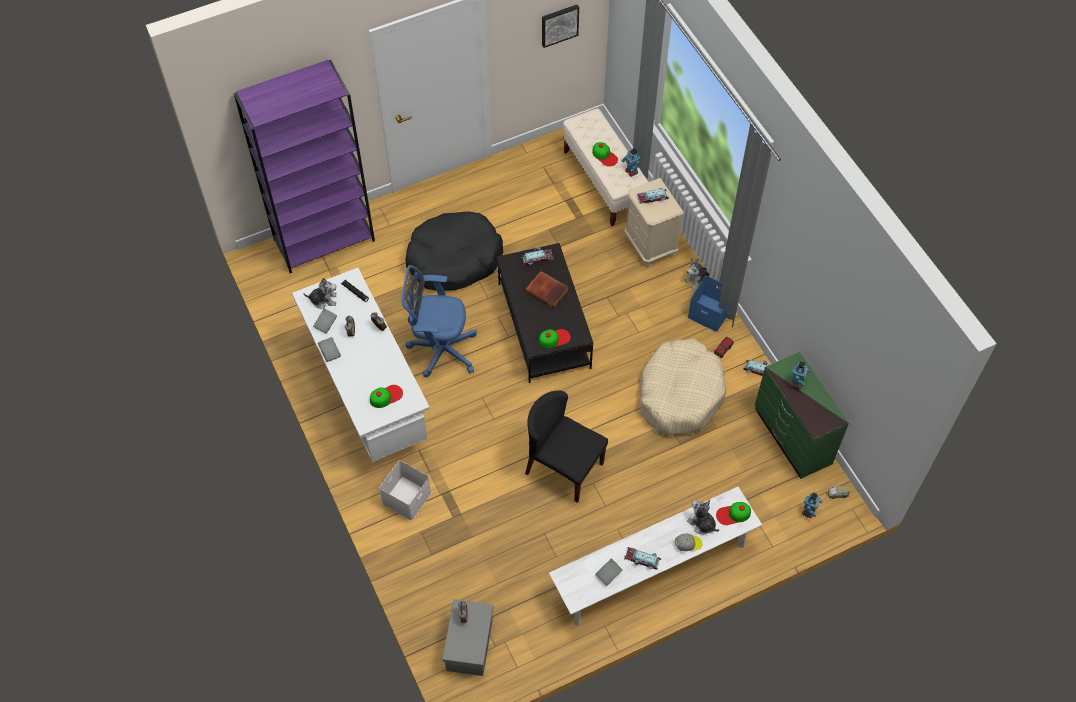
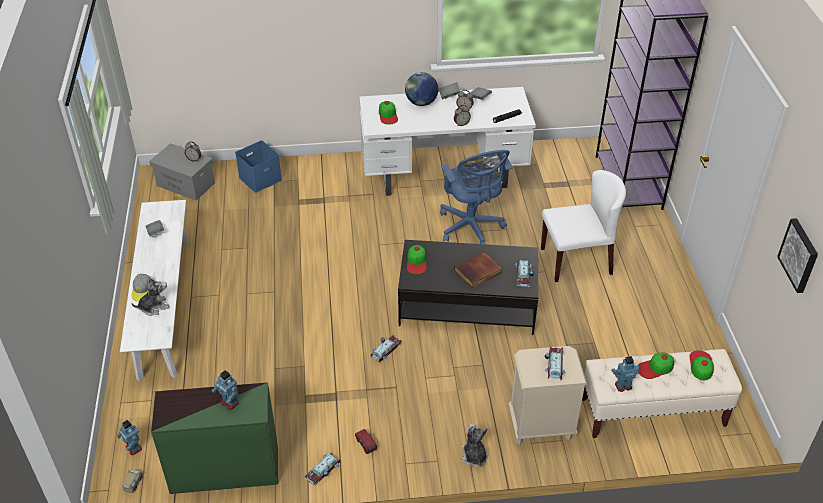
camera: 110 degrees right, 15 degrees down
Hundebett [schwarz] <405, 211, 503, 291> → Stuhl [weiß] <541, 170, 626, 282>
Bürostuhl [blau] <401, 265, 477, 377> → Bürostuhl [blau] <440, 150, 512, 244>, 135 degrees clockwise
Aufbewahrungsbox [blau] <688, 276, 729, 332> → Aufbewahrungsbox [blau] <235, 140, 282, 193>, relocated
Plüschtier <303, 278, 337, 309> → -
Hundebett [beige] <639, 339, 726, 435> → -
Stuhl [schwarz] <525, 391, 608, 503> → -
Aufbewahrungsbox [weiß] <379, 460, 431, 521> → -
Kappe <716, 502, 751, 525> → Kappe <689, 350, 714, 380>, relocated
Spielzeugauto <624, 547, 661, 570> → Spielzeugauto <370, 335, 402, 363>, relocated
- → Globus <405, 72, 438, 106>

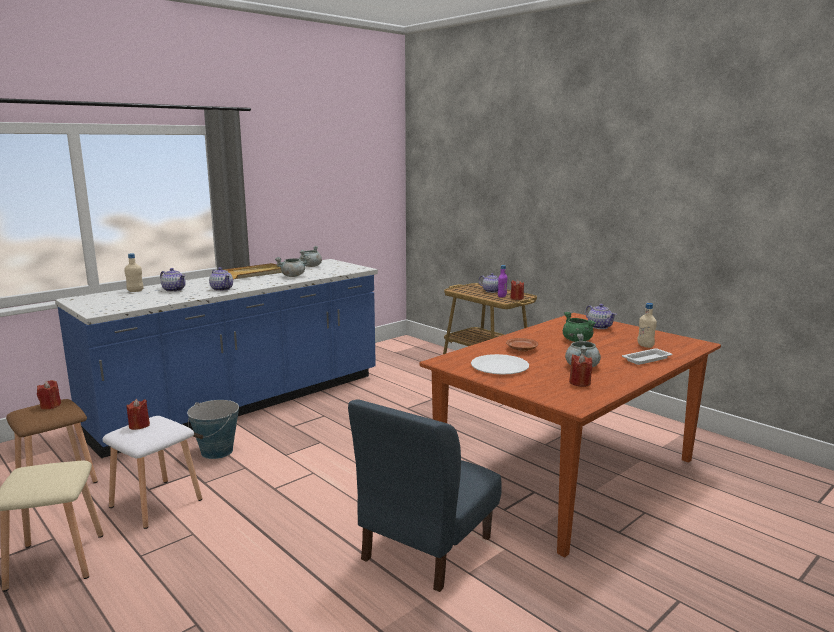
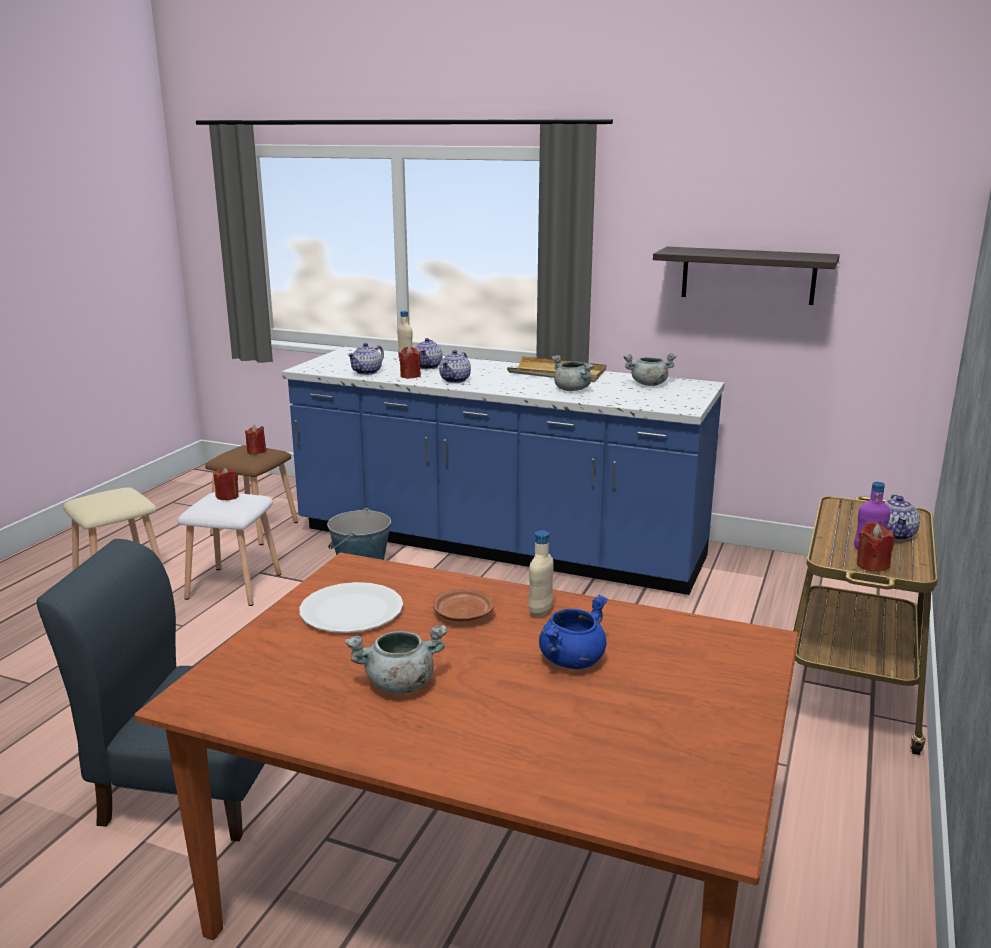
camera: 65 degrees right, 5 degrees up
Flasche [beige] <637, 303, 657, 348> → Flasche [beige] <529, 531, 554, 617>, relocated
Teekanne <585, 304, 617, 329> → Teekanne <348, 343, 384, 375>, relocated
Kochtopf [grün] <563, 312, 597, 342> → Kochtopf [blau] <539, 595, 608, 669>
Tablett [weiß] <622, 348, 672, 365> → -
Kerze [rot] <569, 354, 592, 387> → Kerze [rot] <399, 346, 421, 378>, relocated
- → Wandregal <653, 247, 840, 305>

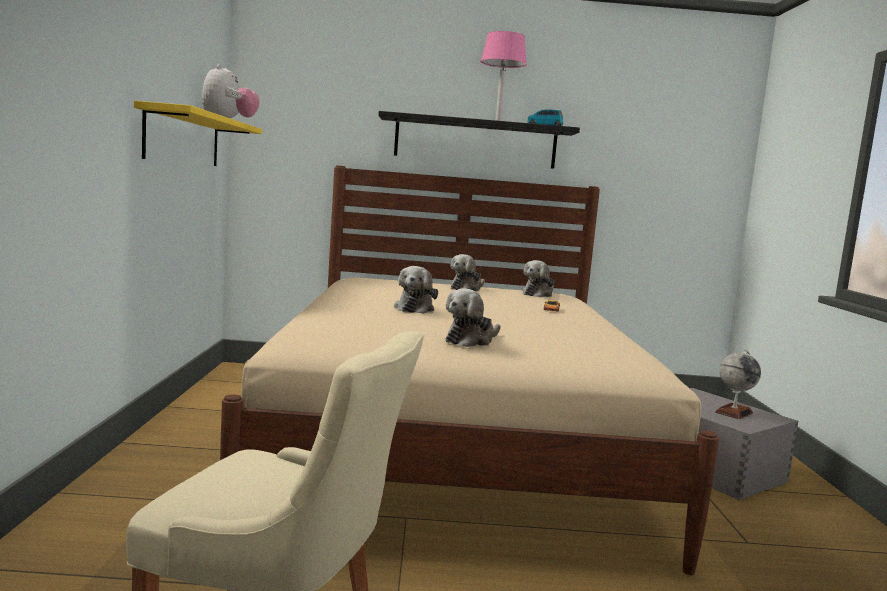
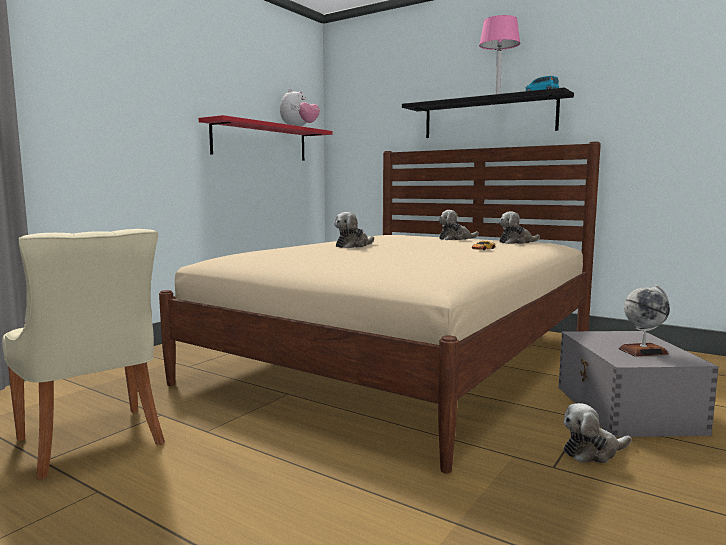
camera: 35 degrees right, 0 degrees up
Wandregal [gelb] <134, 101, 262, 166> → Wandregal [rot] <199, 115, 332, 161>
Plüschtier <445, 288, 501, 347> → Plüschtier <564, 403, 631, 463>, relocated

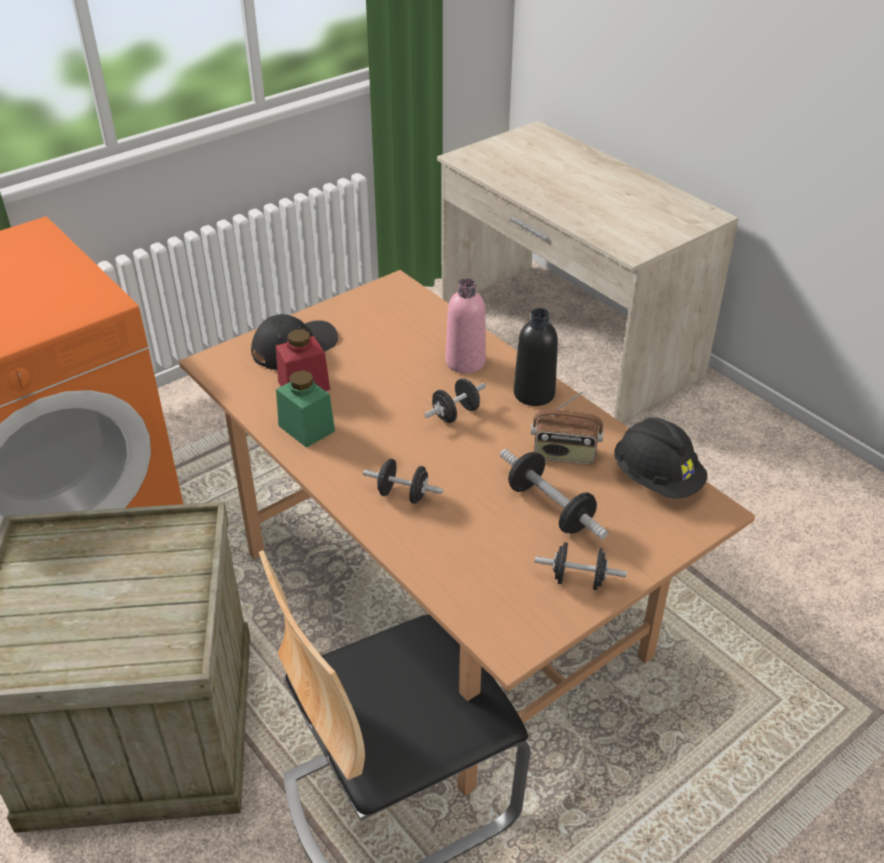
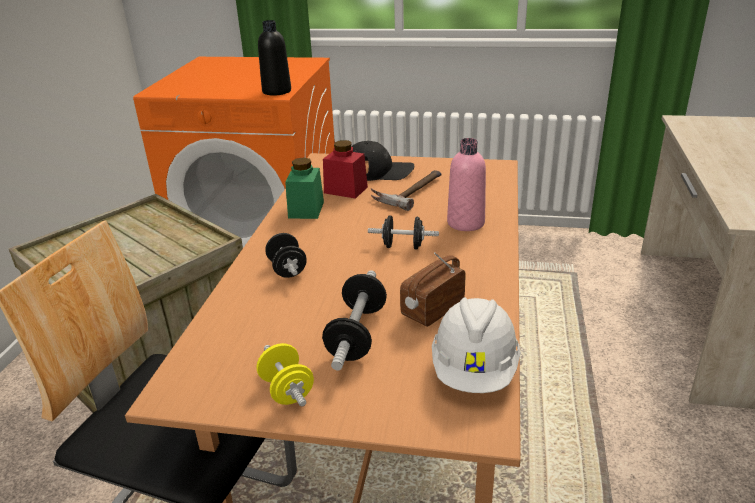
camera: 50 degrees right, 10 degrees down
Flasche [schwarz] <514, 308, 558, 406> → Flasche [schwarz] <258, 20, 291, 96>, relocated
Radio <531, 391, 604, 465> → Radio <400, 252, 465, 327>, 75 degrees clockwise
Schutzhelm [schwarz] <615, 417, 707, 498> → Schutzhelm [weiß] <432, 297, 521, 393>
Hantel [schwarz] <535, 542, 627, 590> → Hantel [gelb] <257, 343, 314, 406>
- → Hammer <371, 170, 442, 211>

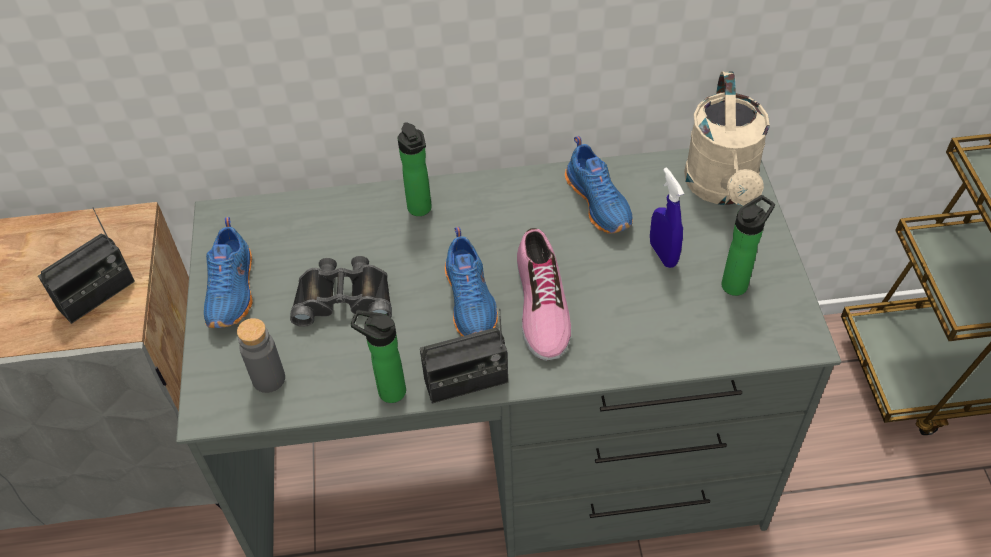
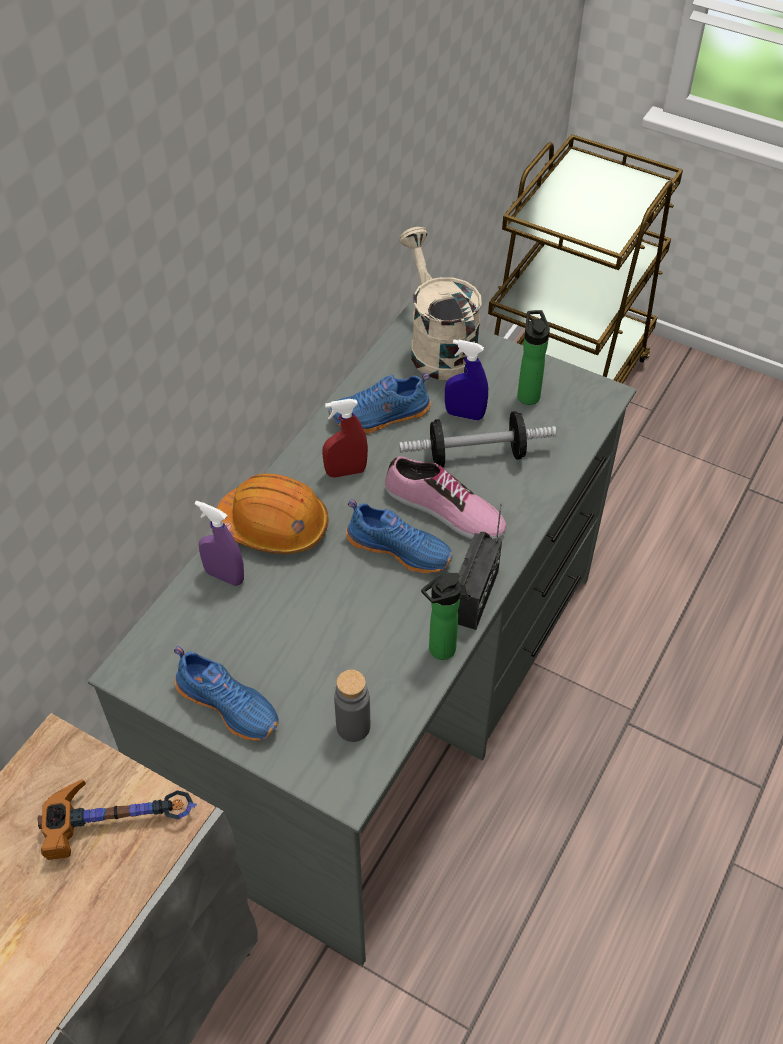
camera: 55 degrees left, 0 degrees up
Gießkanne [beige] <684, 71, 770, 206> → Gießkanne [beige] <399, 227, 482, 380>, 150 degrees counterclockwise
Flasche <398, 122, 432, 216> → Schutzhelm [orange] <217, 474, 329, 554>
Schuh [blau] <565, 136, 633, 234> → Schuh [blau] <328, 373, 431, 433>, 150 degrees clockwise
Radio <38, 208, 135, 324> → Hammer <38, 779, 197, 860>
Fernglas [schwarz] <290, 256, 392, 327> → -
- → Sprühflasche [rot] <322, 399, 368, 478>
- → Hantel <399, 411, 557, 468>
- → Sprühflasche [lila] <195, 501, 244, 586>

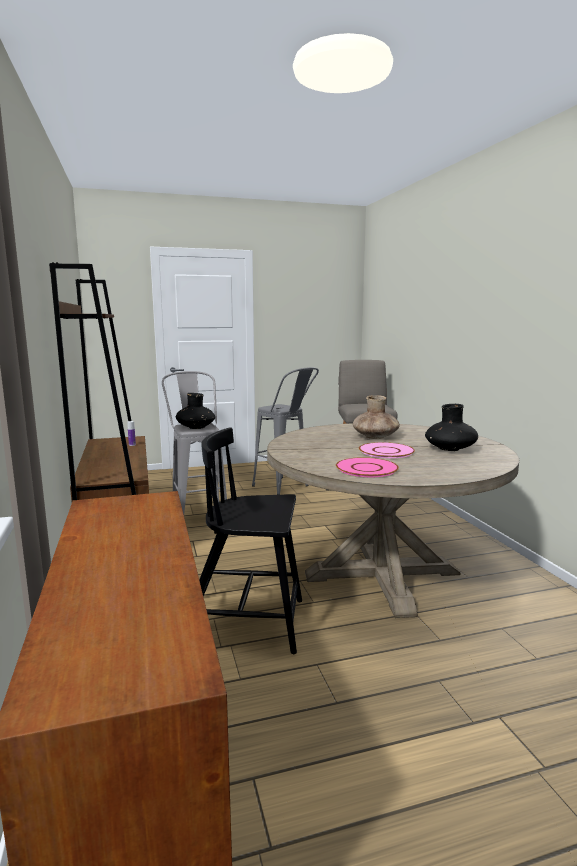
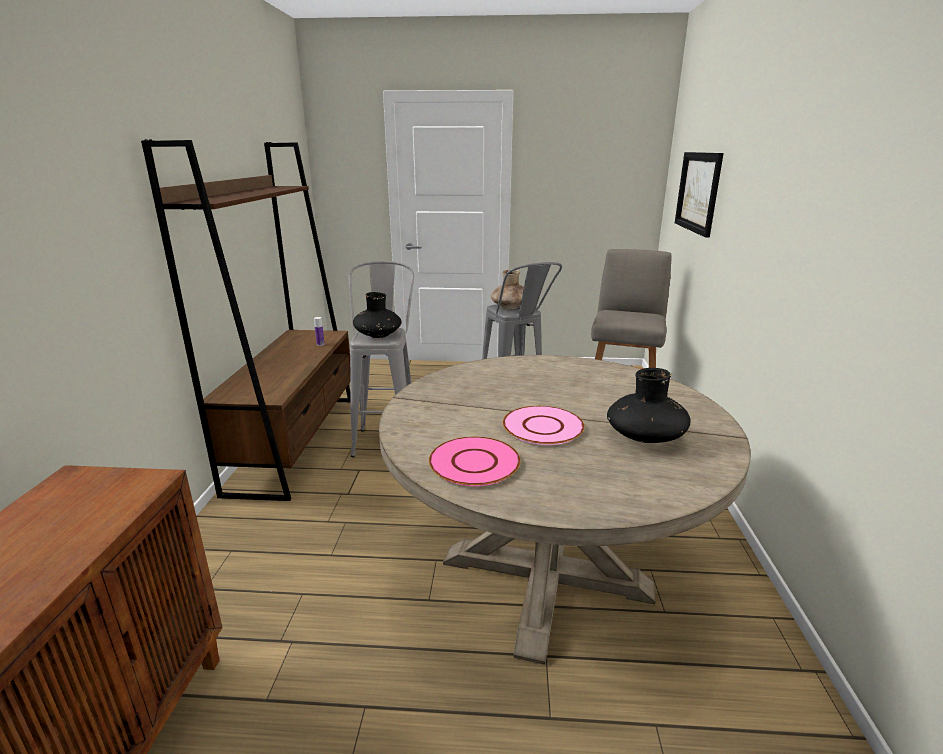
camera: 20 degrees right, 10 degrees up
Vase [braun] <353, 395, 400, 439> → Vase [braun] <491, 269, 524, 309>, relocated
Stuhl [schwarz] <199, 428, 302, 654> → -
- → Bild <675, 152, 724, 238>

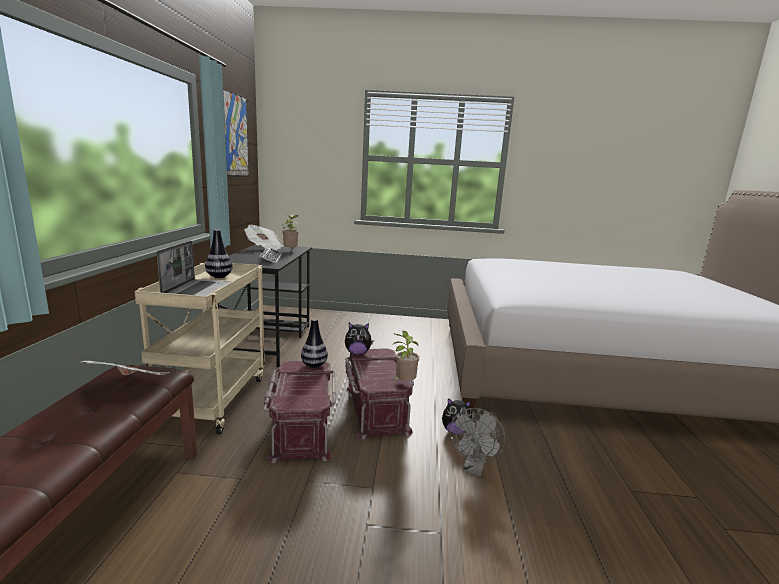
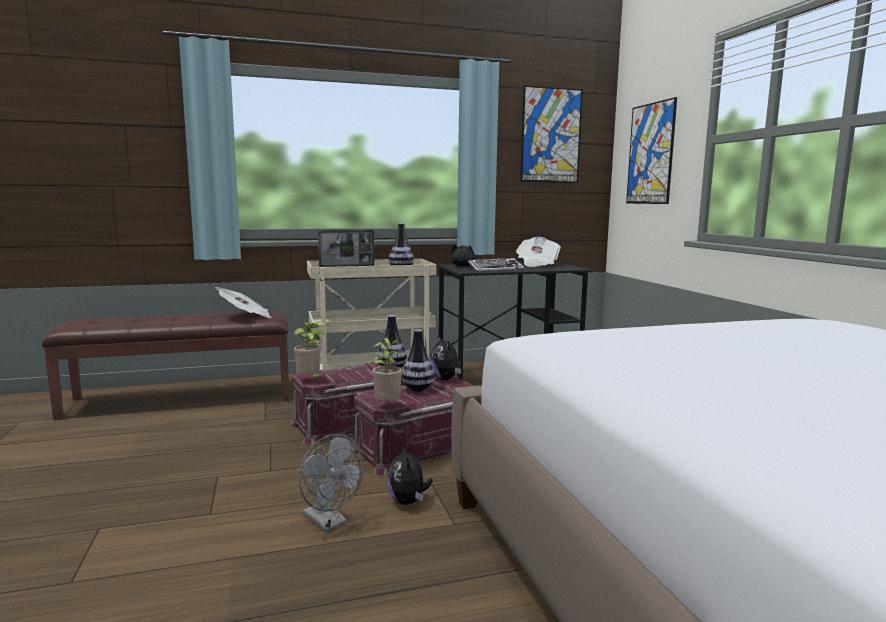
camera: 70 degrees right, 5 degrees down
Topfpflanze <282, 215, 299, 249> → Topfpflanze <294, 322, 326, 377>, relocated
Ventilator [grau] <449, 408, 505, 476> → Ventilator [grau] <299, 434, 363, 532>, 135 degrees counterclockwise
- → Bild <626, 97, 677, 204>
- → Plüschtier [schwarz] <451, 244, 477, 266>
- → Vase <402, 329, 435, 392>

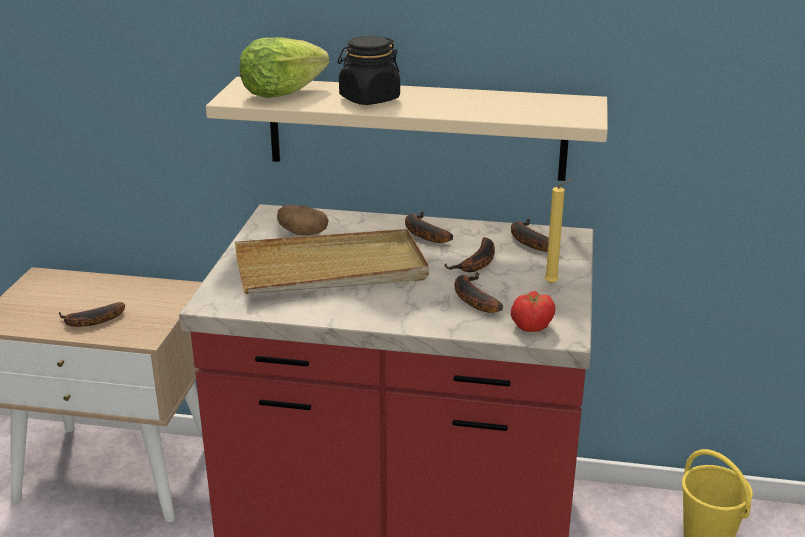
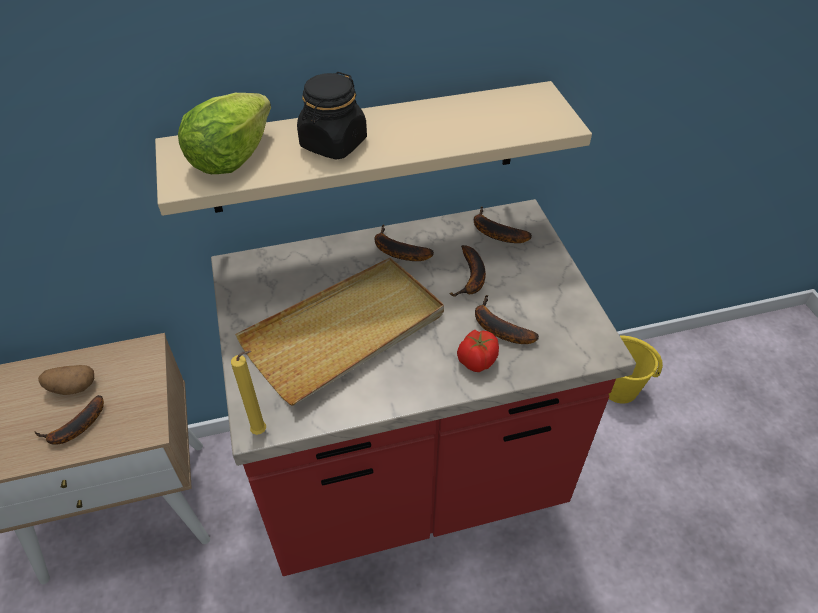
camera: 25 degrees left, 20 degrees up
Kerze [gelb] <544, 180, 572, 284> → Kerze [gelb] <231, 351, 266, 435>, relocated
Kartoffel <277, 205, 329, 235> → Kartoffel <38, 365, 94, 395>, relocated
Tomate <511, 291, 556, 332> → Tomate <457, 330, 499, 372>, relocated

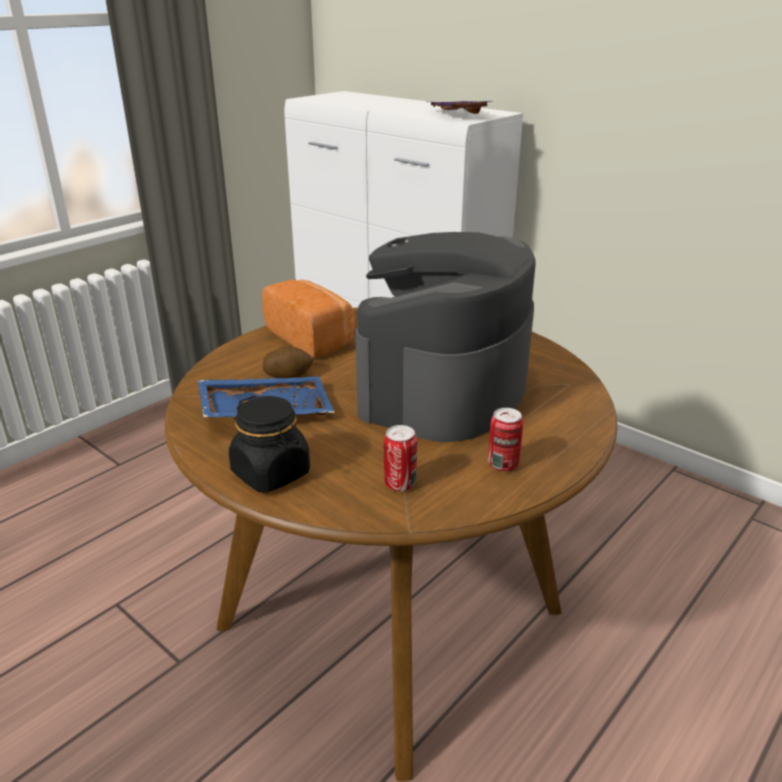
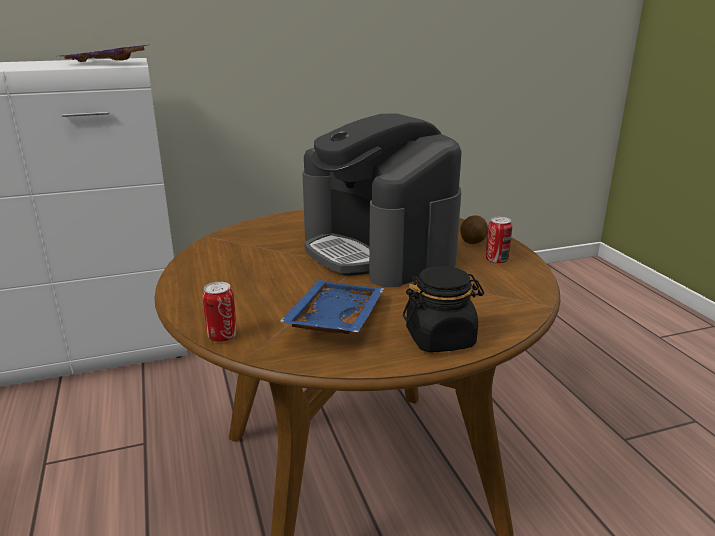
camera: 60 degrees left, 5 degrees down
Brot <262, 279, 355, 358> → -
Kartoffel <263, 346, 313, 378> → Kartoffel <460, 215, 488, 244>, relocated
Dose <384, 425, 417, 491> → Dose <203, 282, 236, 342>, relocated

